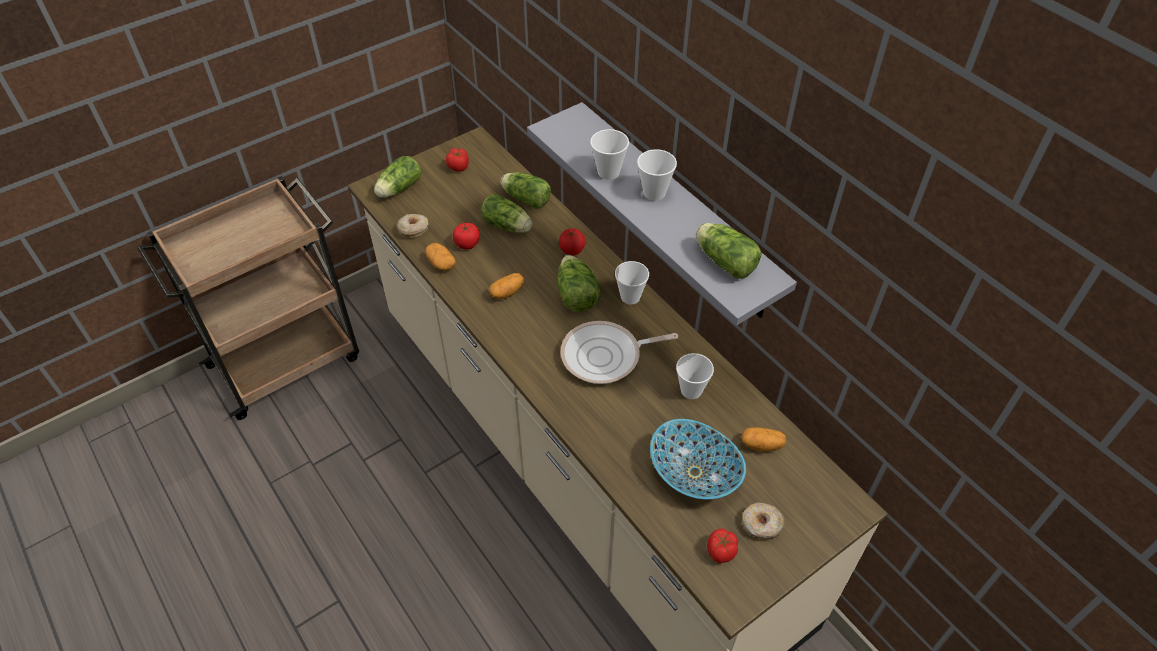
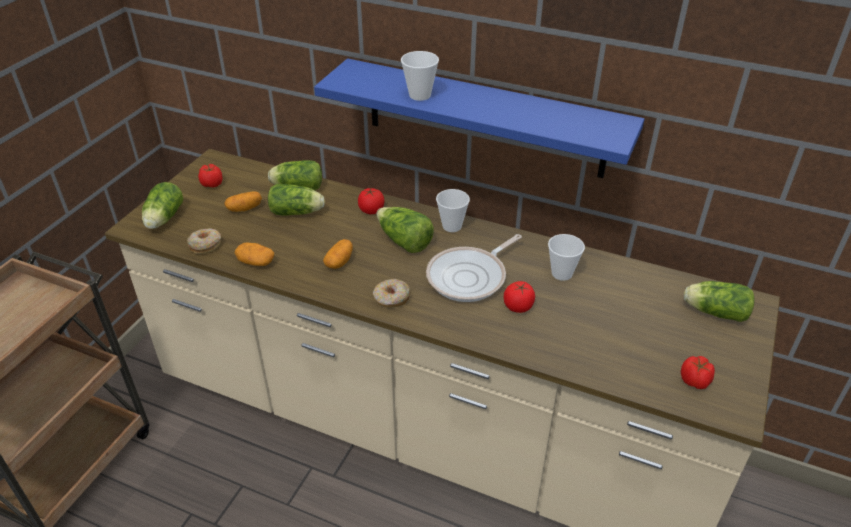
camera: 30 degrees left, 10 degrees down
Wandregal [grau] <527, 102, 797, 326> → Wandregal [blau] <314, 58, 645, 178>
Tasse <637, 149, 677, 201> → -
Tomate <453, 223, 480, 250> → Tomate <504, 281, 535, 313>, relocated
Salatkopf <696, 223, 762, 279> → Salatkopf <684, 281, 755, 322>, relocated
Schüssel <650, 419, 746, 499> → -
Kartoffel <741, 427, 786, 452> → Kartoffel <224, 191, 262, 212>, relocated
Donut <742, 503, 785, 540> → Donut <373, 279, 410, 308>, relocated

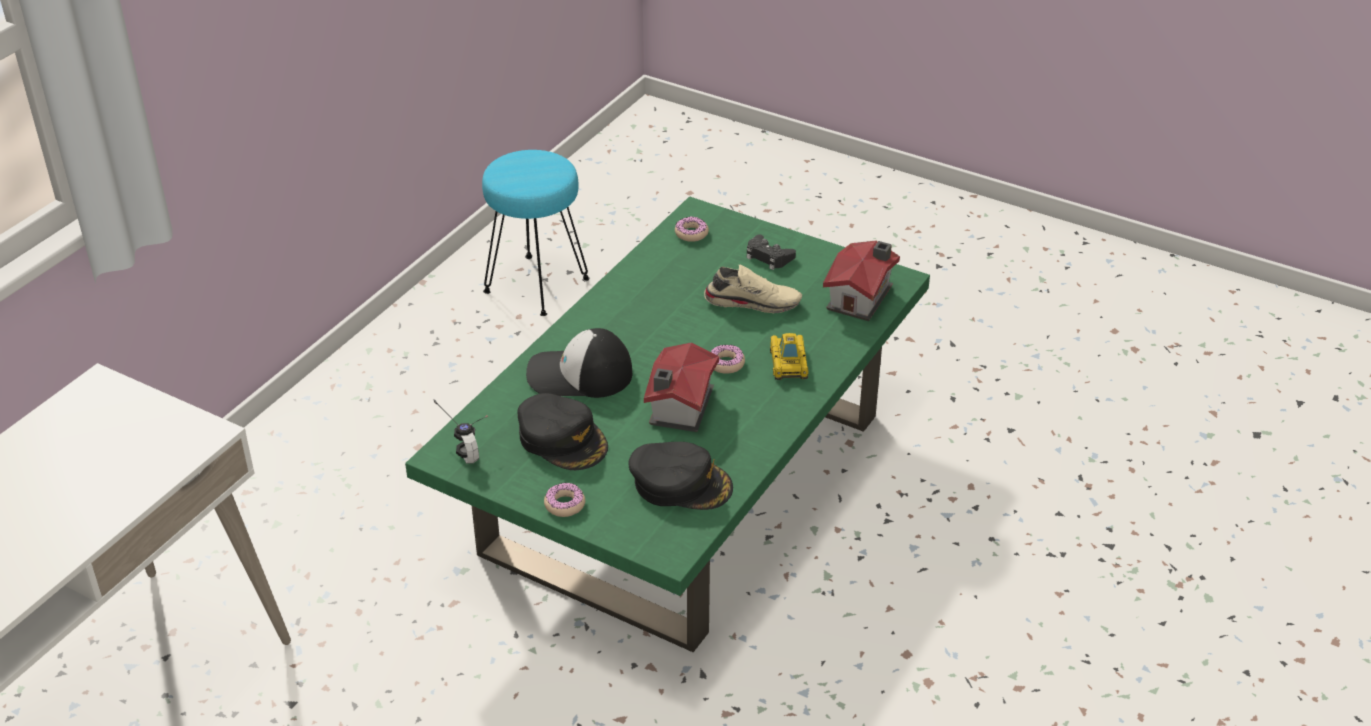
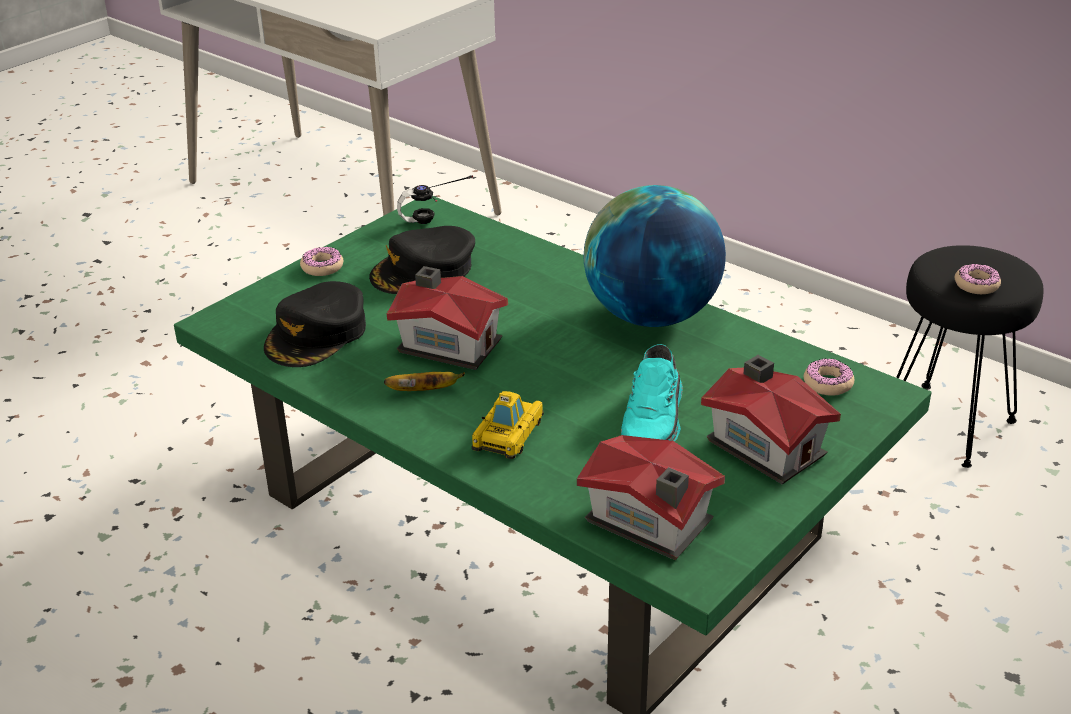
camera: 100 degrees right, 5 degrees down
Hocker [türkis] <482, 150, 590, 316> → Hocker [schwarz] <896, 245, 1044, 468>
Gamepad [schwarz] <746, 234, 796, 270> → Spielzeughaus <701, 355, 841, 484>
Schuh [beige] <704, 264, 802, 313> → Schuh [türkis] <621, 344, 683, 442>
Kappe <526, 328, 632, 398> → -
Spielzeugauto <770, 333, 808, 380> → Spielzeugauto <472, 391, 544, 459>, 75 degrees counterclockwise
Donut <711, 345, 745, 374> → Donut <955, 264, 1001, 294>, relocated
- → Globus <584, 185, 726, 327>
- → Banane <384, 372, 465, 391>

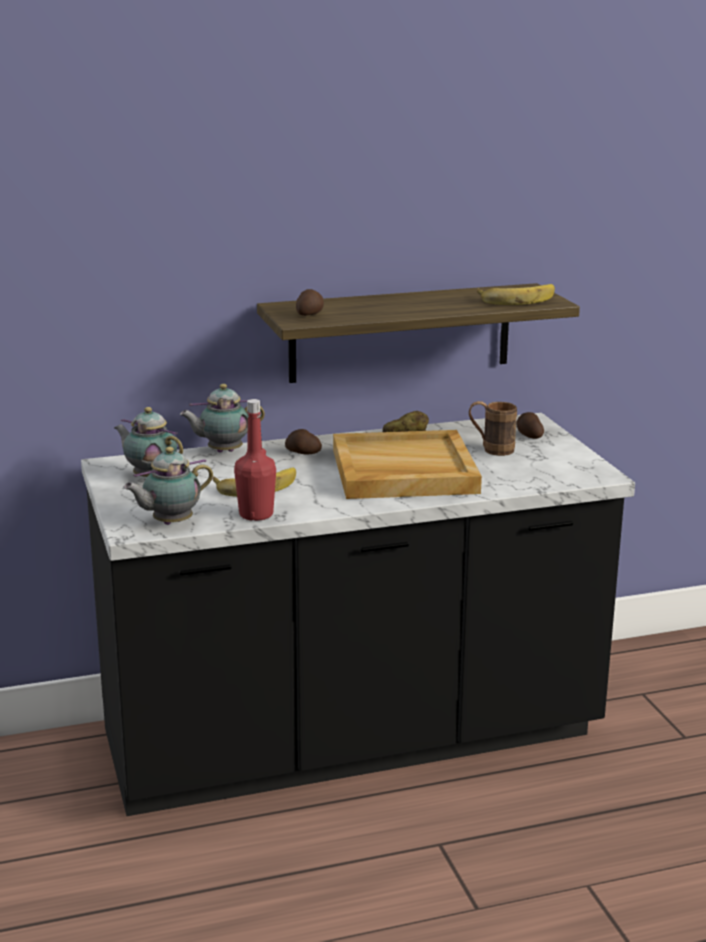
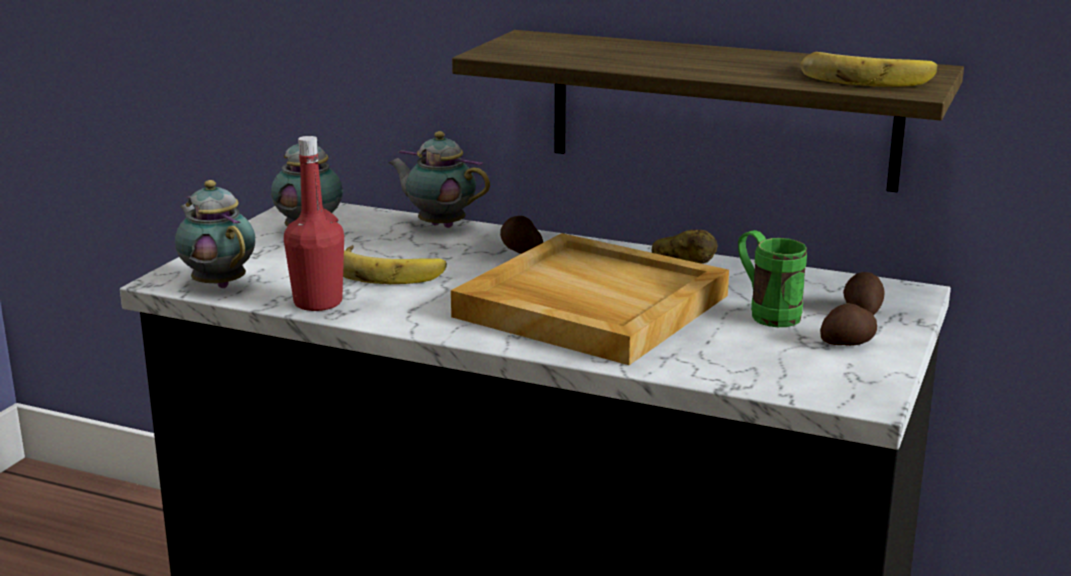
camera: 40 degrees right, 0 degrees up
Kartoffel <296, 289, 324, 316> → Kartoffel <820, 303, 877, 346>, relocated
Henkelbecher [braun] <469, 401, 517, 456> → Henkelbecher [grün] <738, 230, 807, 327>
Teekanne <124, 447, 213, 525> → Teekanne <175, 180, 255, 288>, 45 degrees clockwise

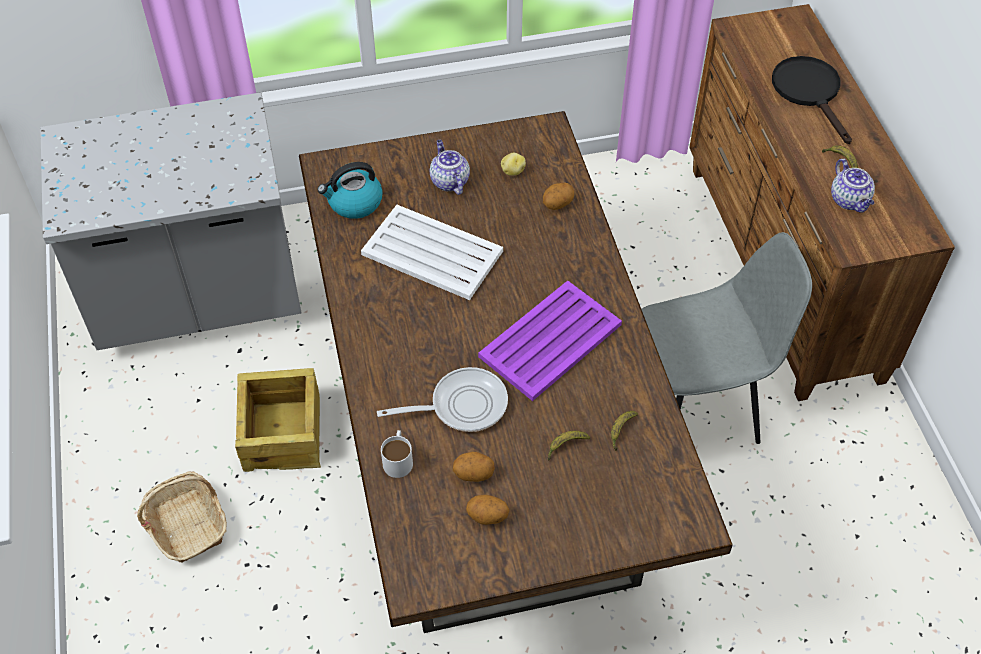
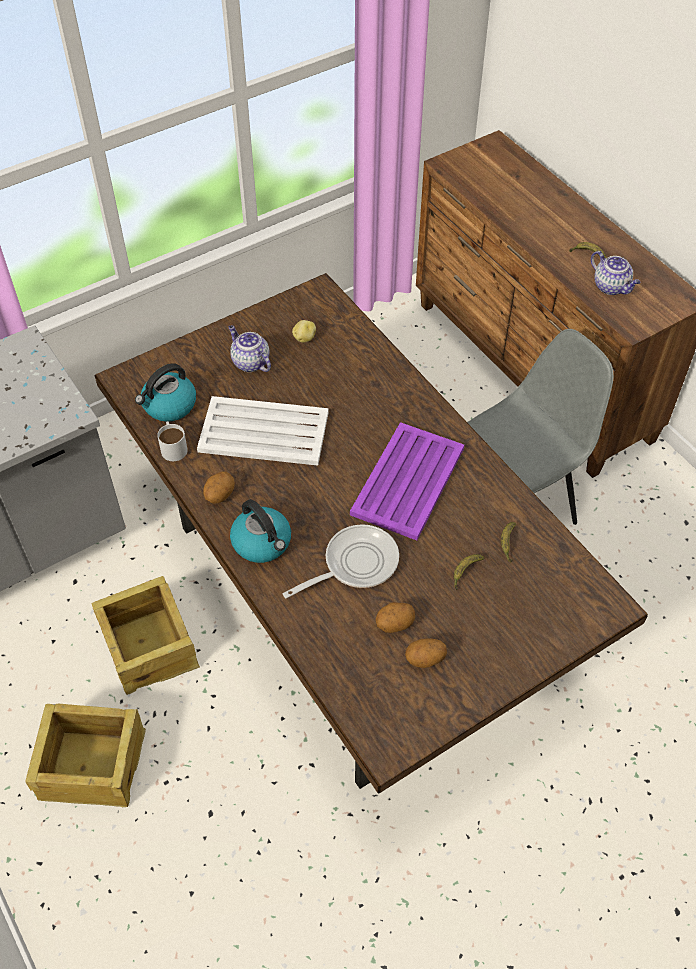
camera: 20 degrees left, 0 degrees up
Pfanne [schwarz] <772, 56, 852, 144> → -
Kartoffel <543, 183, 574, 210> → Kartoffel <203, 471, 235, 503>, relocated
Henkelbecher [weiß] <381, 430, 413, 478> → Henkelbecher [weiß] <157, 421, 188, 461>, relocated
Korb <137, 471, 227, 563> → Kiste <26, 704, 146, 807>
- → Wasserkessel <230, 499, 291, 563>

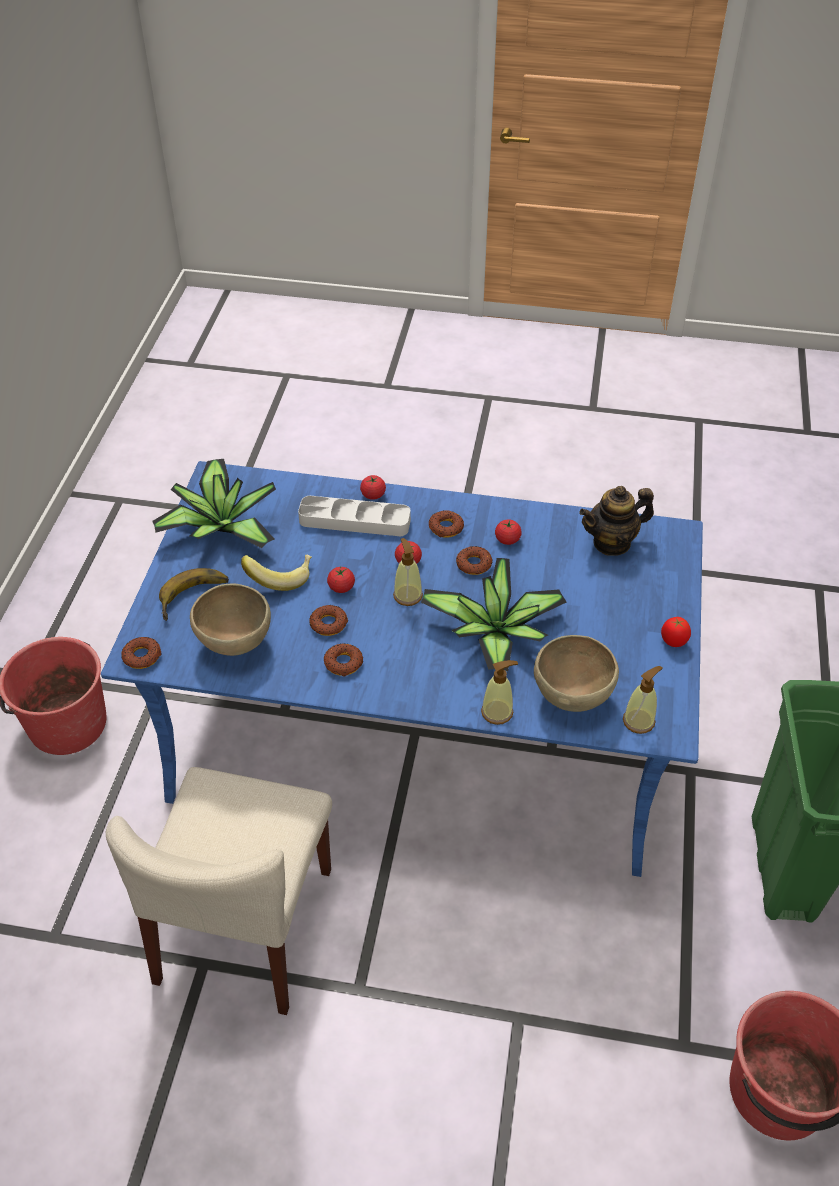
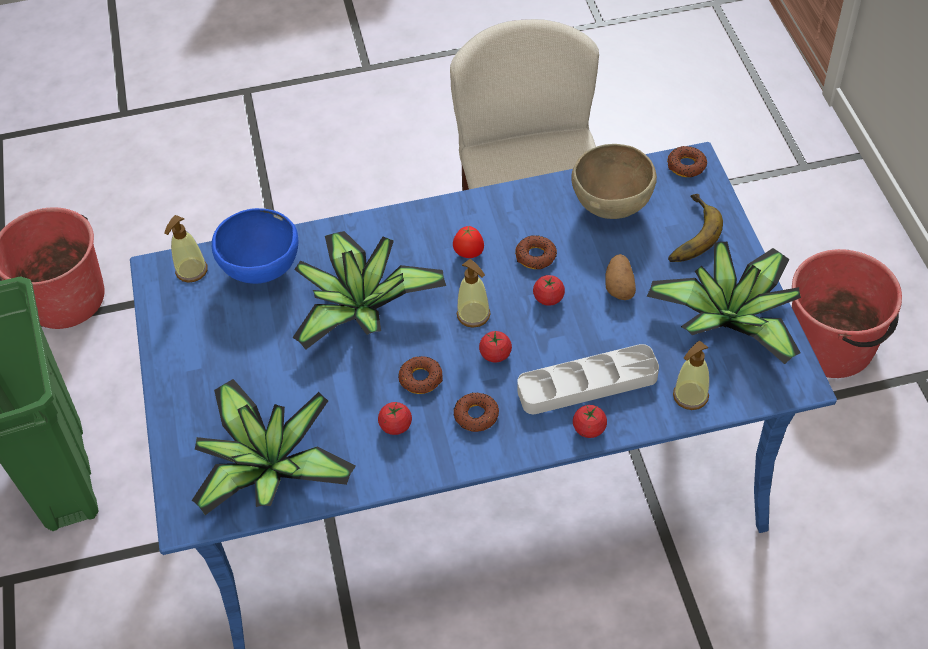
camera: 160 degrees right, 5 degrees up
Teekanne <579, 486, 654, 556> → Topfpflanze <192, 379, 356, 515>
Banane <241, 555, 312, 591> → Kartoffel <605, 254, 636, 300>
Tomate <661, 617, 691, 647> → Tomate <453, 226, 484, 258>, relocated
Schüssel [braun] <534, 635, 619, 712> → Schüssel [blau] <212, 208, 298, 284>
Donut <324, 644, 363, 677> → -
Seifenspender <481, 660, 518, 725> → Seifenspender <673, 340, 710, 410>, relocated

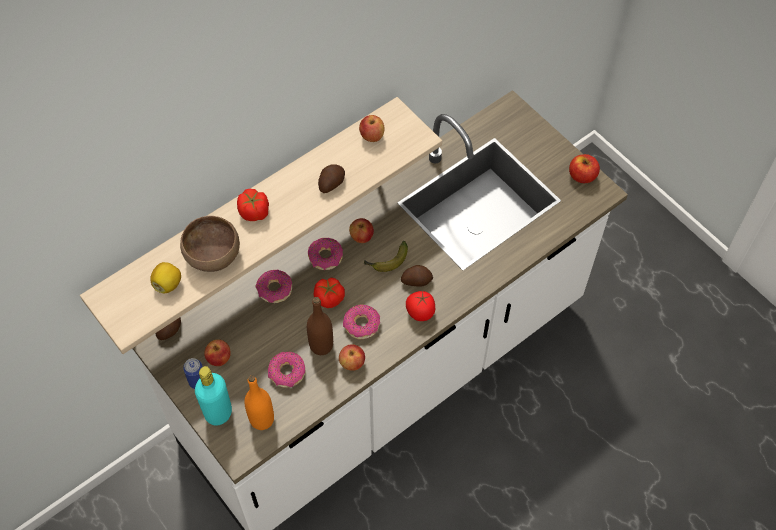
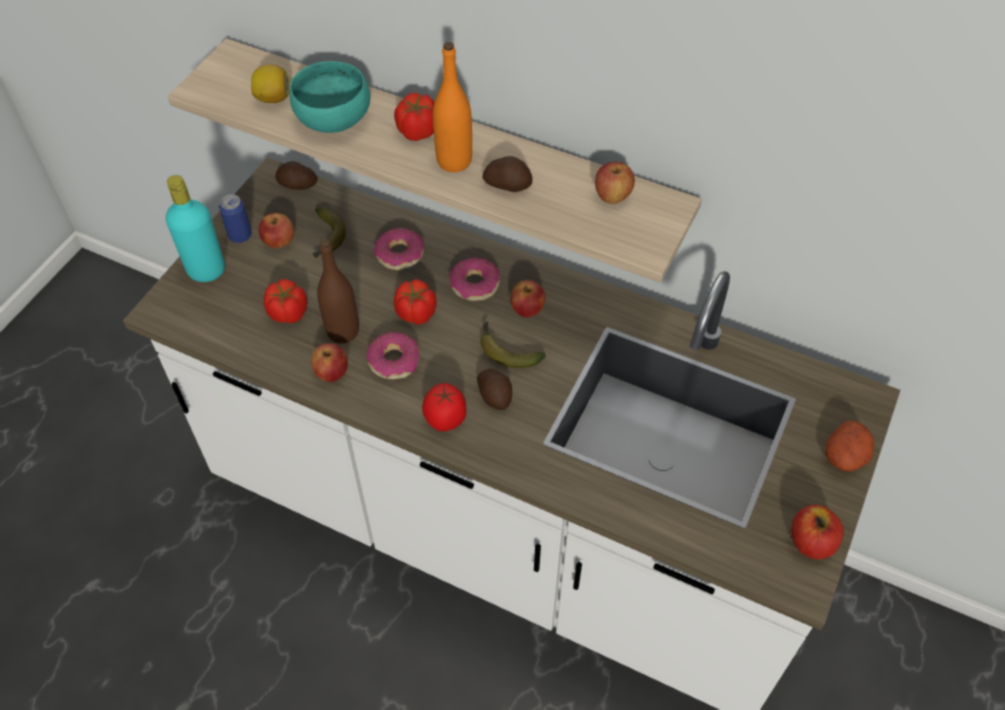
camera: 65 degrees right, 5 degrees down
Schüssel [braun] <180, 216, 240, 272> → Schüssel [türkis] <290, 61, 371, 133>
Donut <268, 352, 305, 388> → Tomate <264, 279, 307, 323>
Flasche [orange] <244, 375, 274, 430> → Flasche [orange] <433, 42, 472, 172>, relocated
- → Banane <313, 207, 346, 258>
- → Kartoffel <825, 421, 874, 471>

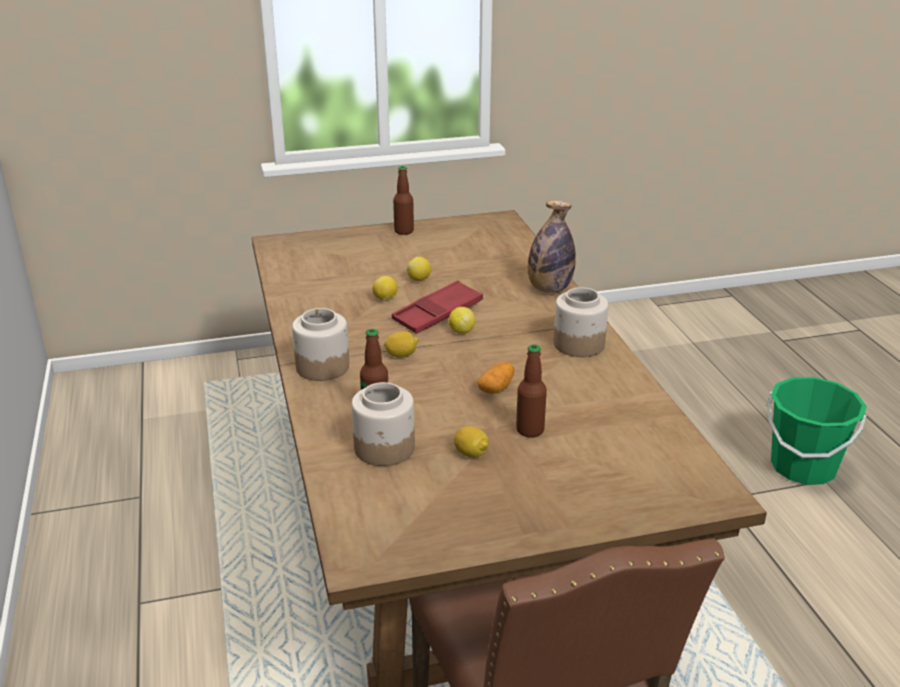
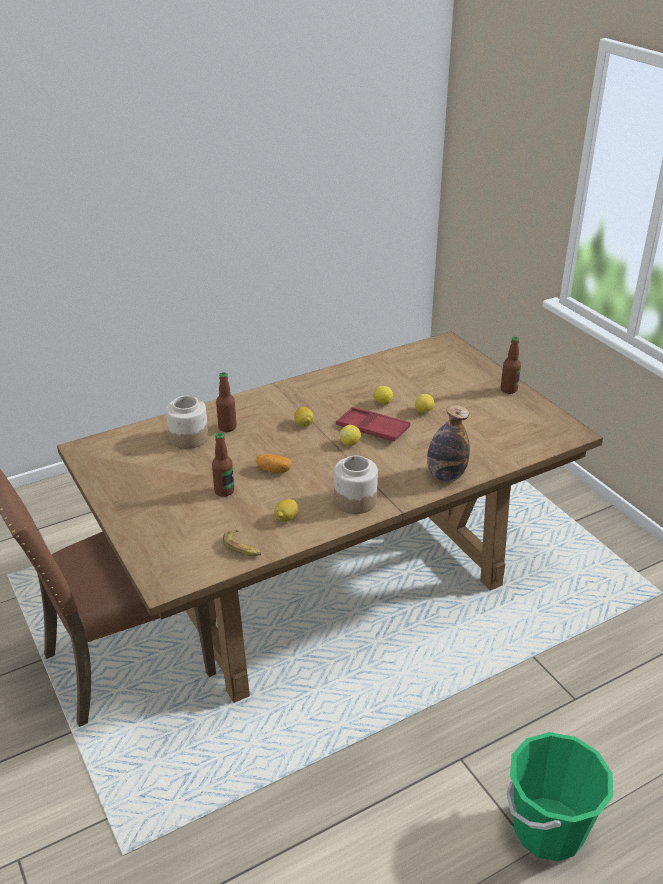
camera: 75 degrees right, 5 degrees up
Vorratsglas <292, 308, 349, 381> → -
Zitrone <454, 426, 489, 458> → Zitrone <274, 499, 298, 522>, relocated
- → Banane <223, 530, 261, 556>

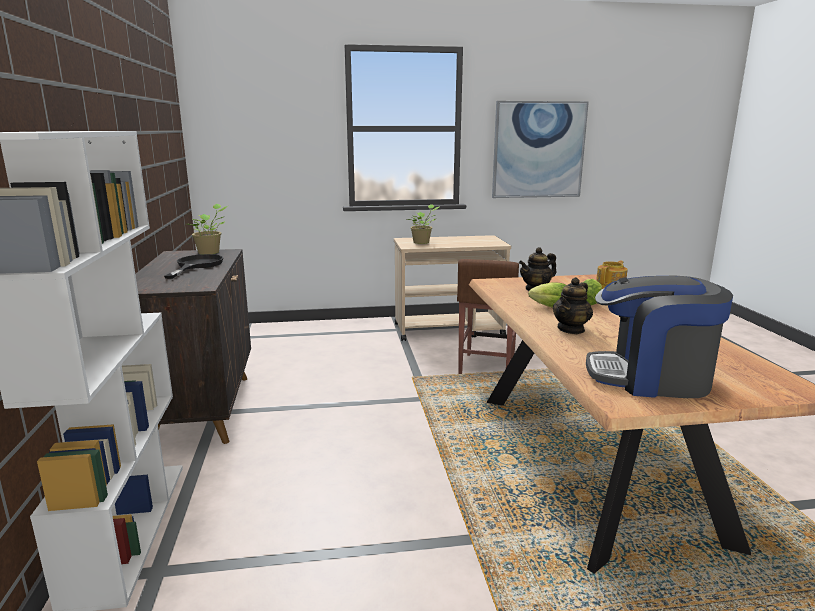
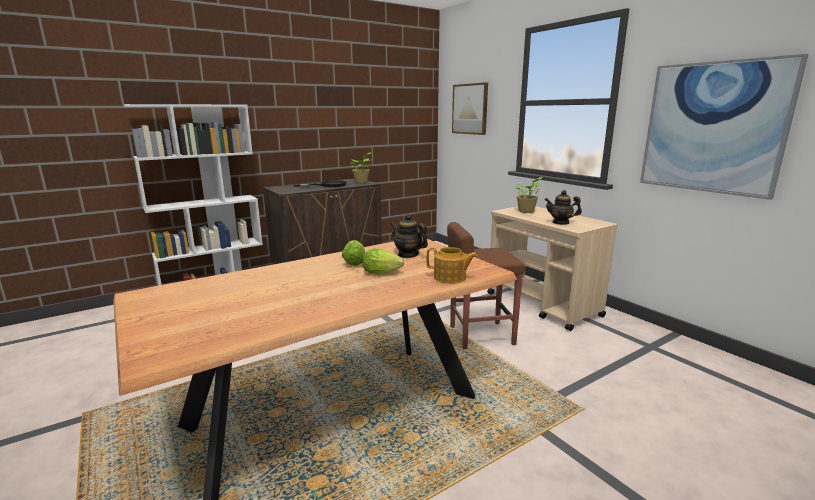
camera: 65 degrees right, 0 degrees up
Kaffeemaschine <586, 275, 733, 398> → -
Teekanne <553, 277, 593, 334> → Teekanne <545, 190, 582, 225>, relocated
- → Bild <452, 82, 488, 135>

